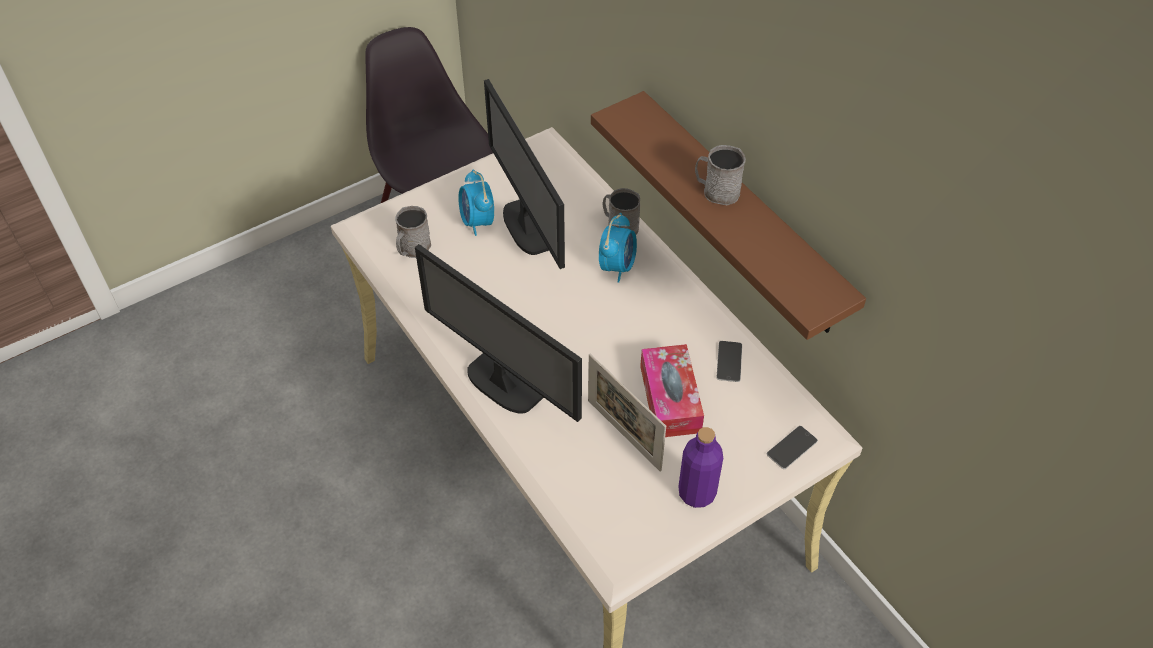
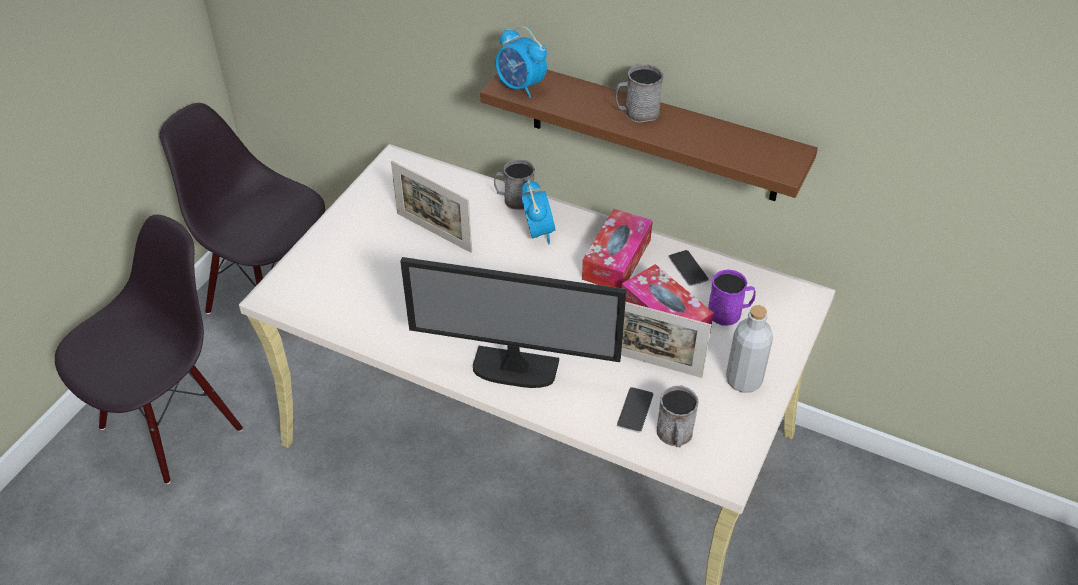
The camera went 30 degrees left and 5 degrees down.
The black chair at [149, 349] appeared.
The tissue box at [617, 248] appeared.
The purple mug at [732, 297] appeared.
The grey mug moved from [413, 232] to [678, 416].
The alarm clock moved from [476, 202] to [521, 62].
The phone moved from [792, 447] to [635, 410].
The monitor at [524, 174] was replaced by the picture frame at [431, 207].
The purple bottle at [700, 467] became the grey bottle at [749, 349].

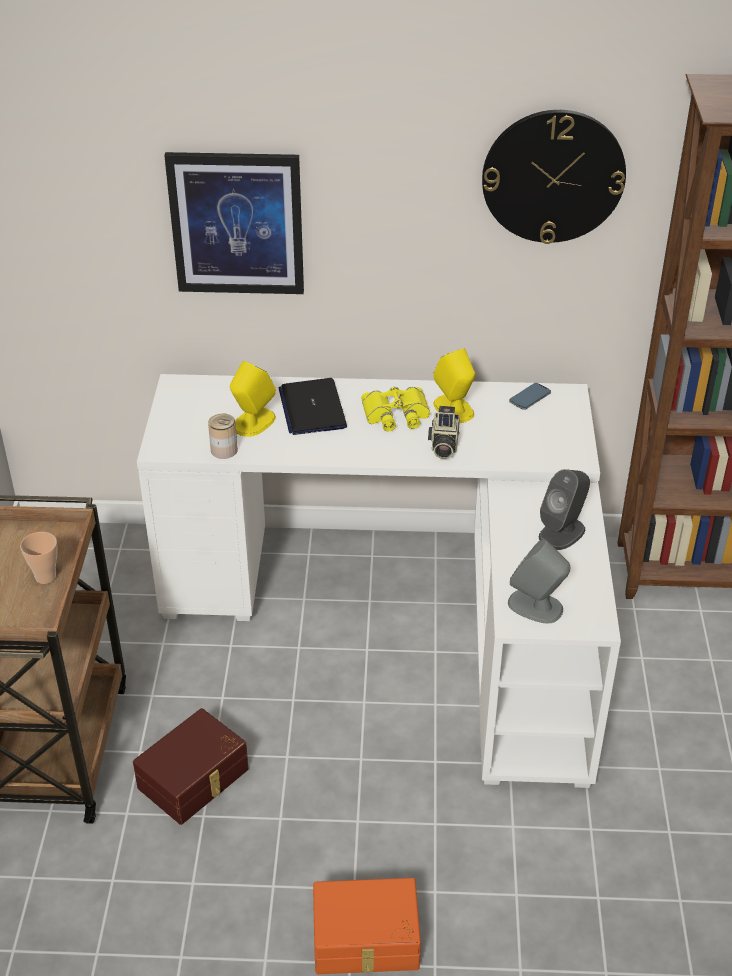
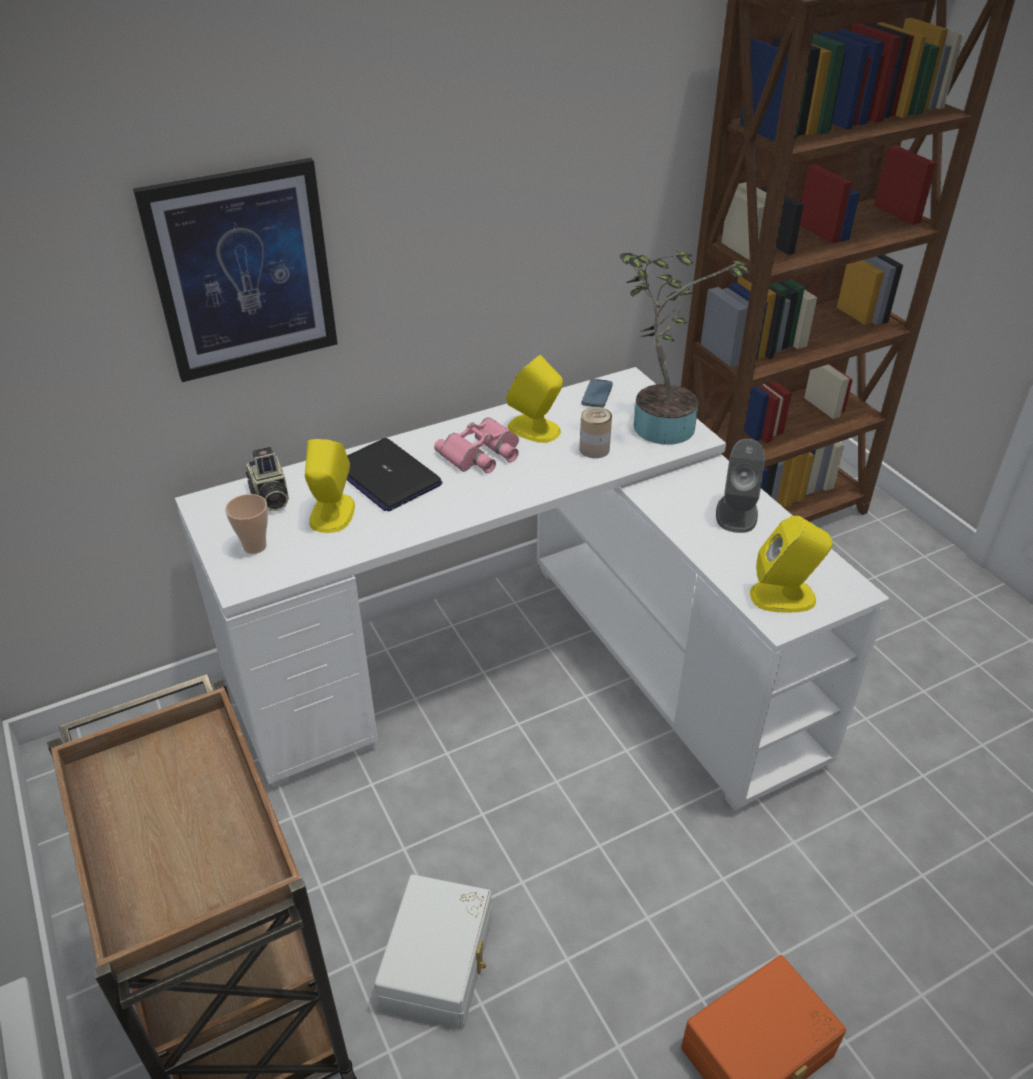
The camera went 30 degrees left and 0 degrees up.
The wall clock at [554, 177] disappeared.
The potted plant at [685, 347] appeared.
The cup moved from [39, 558] to [246, 524].
The can moved from [223, 436] to [595, 432].
The photo camera moved from [444, 432] to [267, 479].
The brown storage box at [191, 766] became the white storage box at [433, 952].
The yellow binoculars at [395, 409] became the pink binoculars at [476, 445].
The grey speaker at [539, 582] became the yellow speaker at [791, 563].

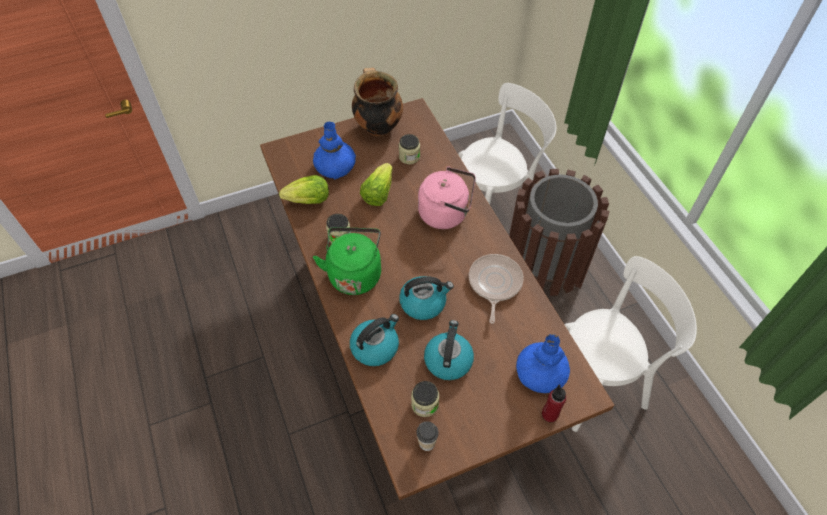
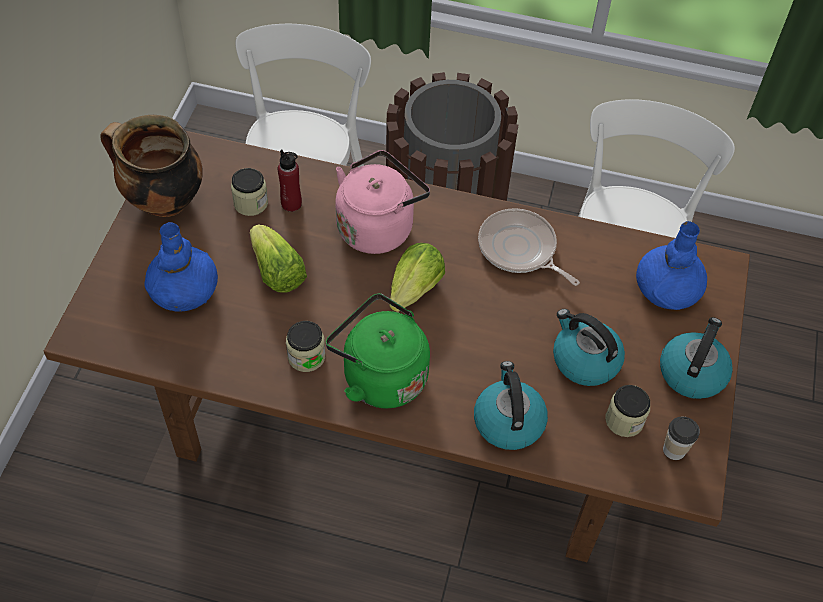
The camera went 55 degrees left and 0 degrees up.
The lettuce moved from [304, 189] to [417, 277].
The kettle moved from [426, 298] to [696, 358].
The red bottle moved from [554, 403] to [290, 180].

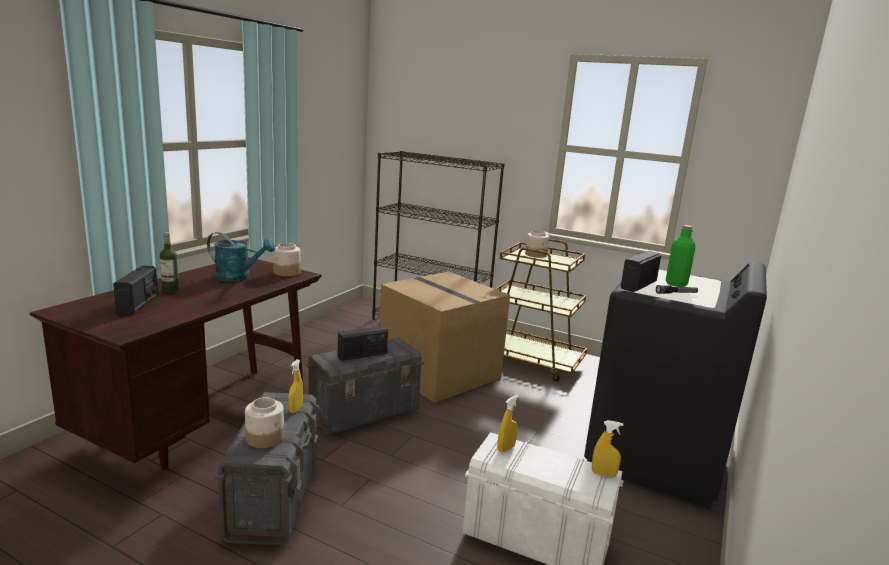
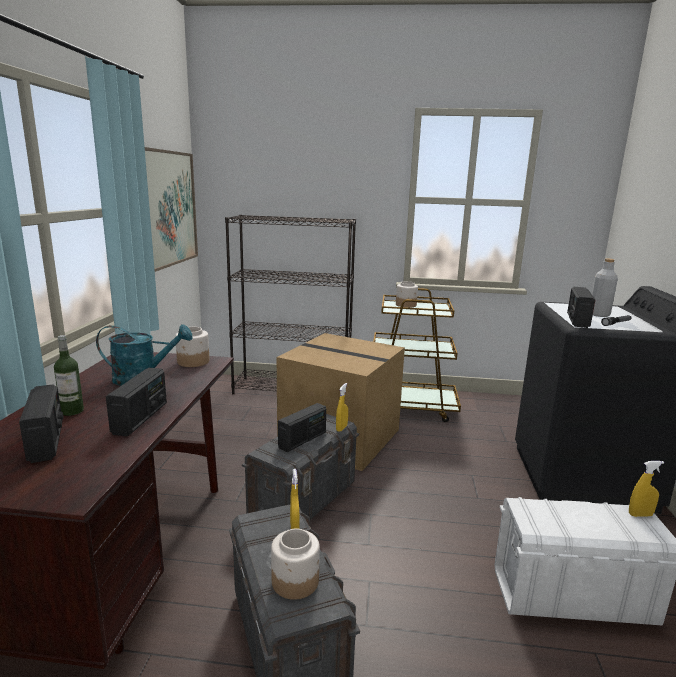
The camera went 20 degrees left and 0 degrees up.
The radio at [136, 402] appeared.
The picture at [171, 209] appeared.
The yellow spray bottle moved from [508, 424] to [342, 407].
The green bottle at [681, 256] became the grey bottle at [605, 288].

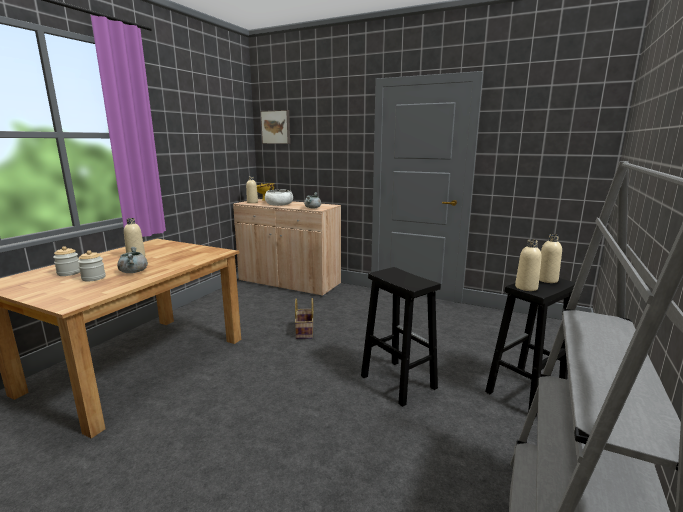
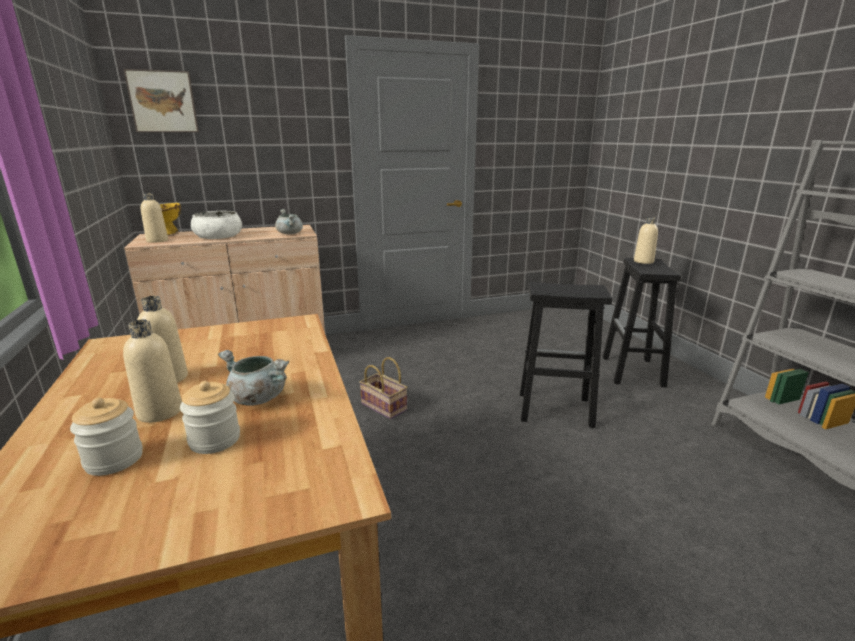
The camera went 45 degrees left and 5 degrees up.
The beige bottle moved from [528, 265] to [152, 371].

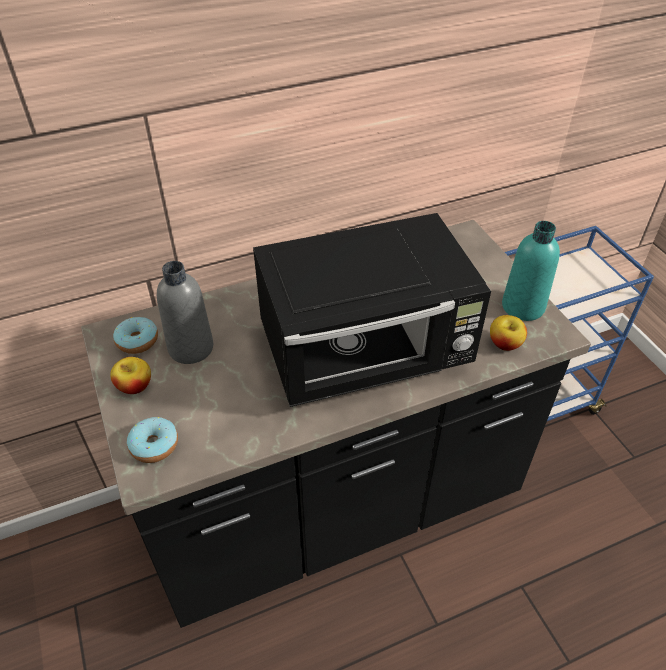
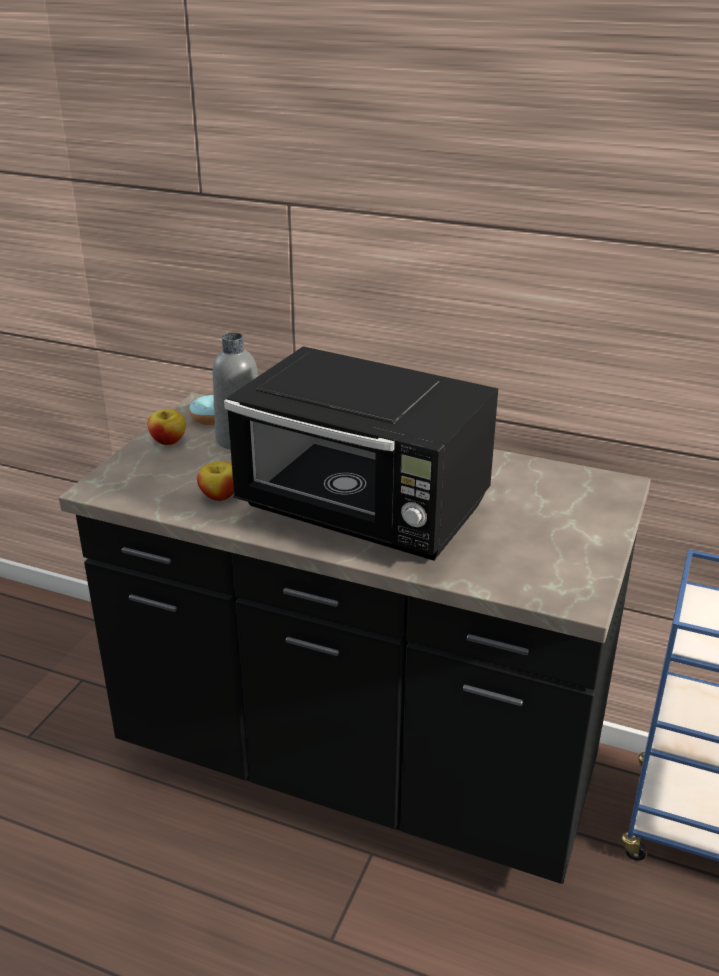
The camera went 45 degrees right and 15 degrees down.
The donut at [152, 440] disappeared.
The turquoise bottle at [531, 271] disappeared.
The apple moved from [508, 333] to [215, 481].

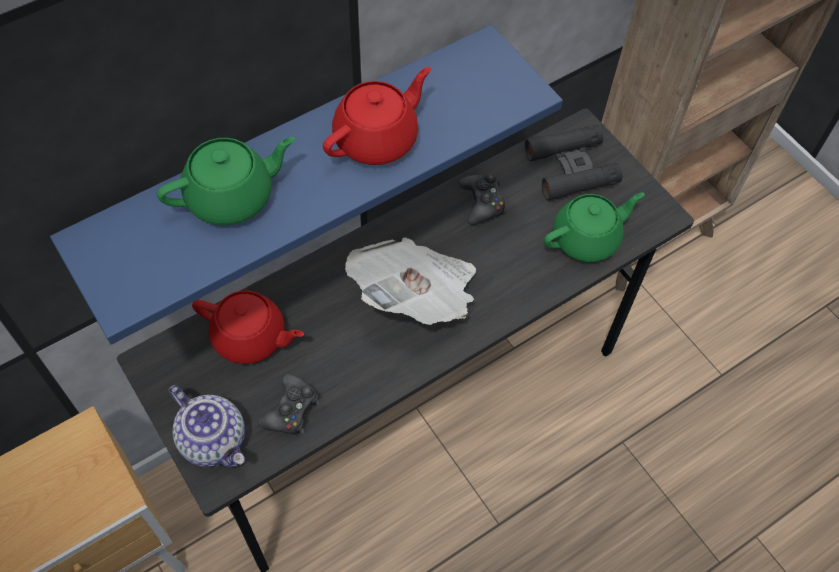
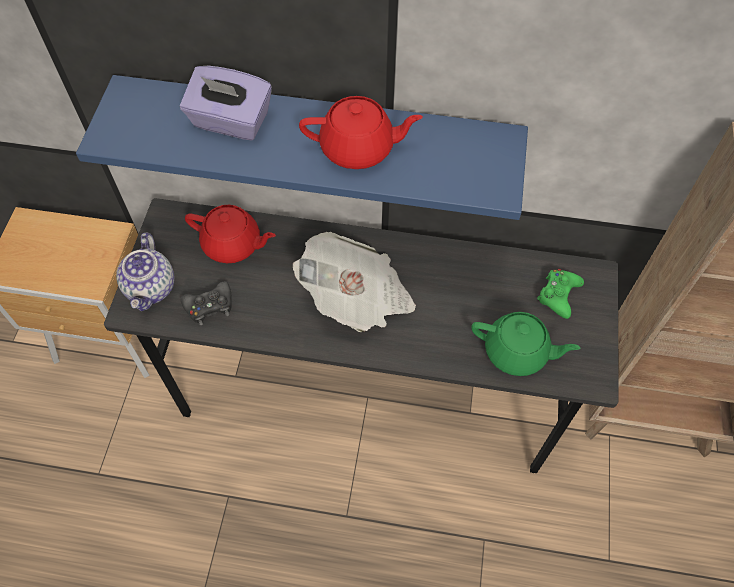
The camera went 45 degrees right and 0 degrees up.
The black game controller at [482, 199] disappeared.
The green teapot at [226, 181] was replaced by the purple tissue box at [226, 103].
The black binoculars at [573, 163] was replaced by the green game controller at [560, 294].
The red teapot at [248, 327] turned 45 degrees counterclockwise.

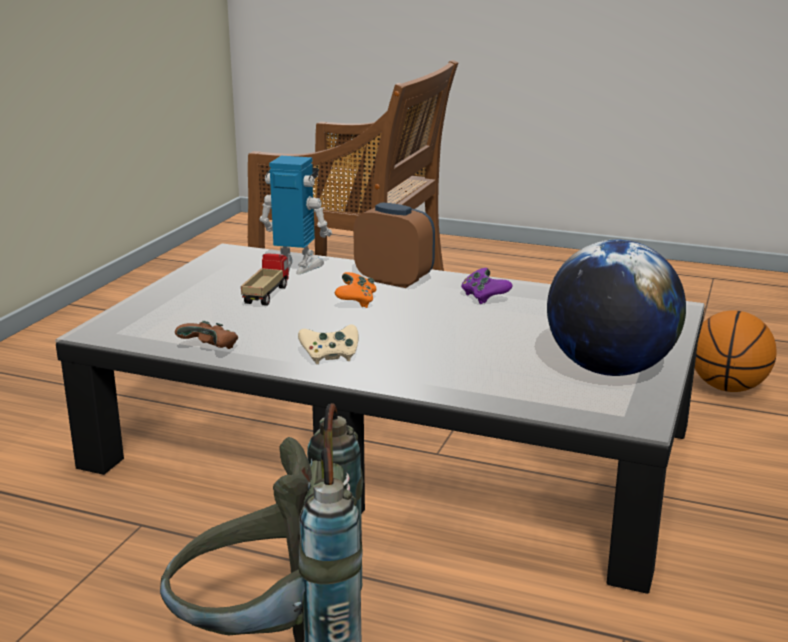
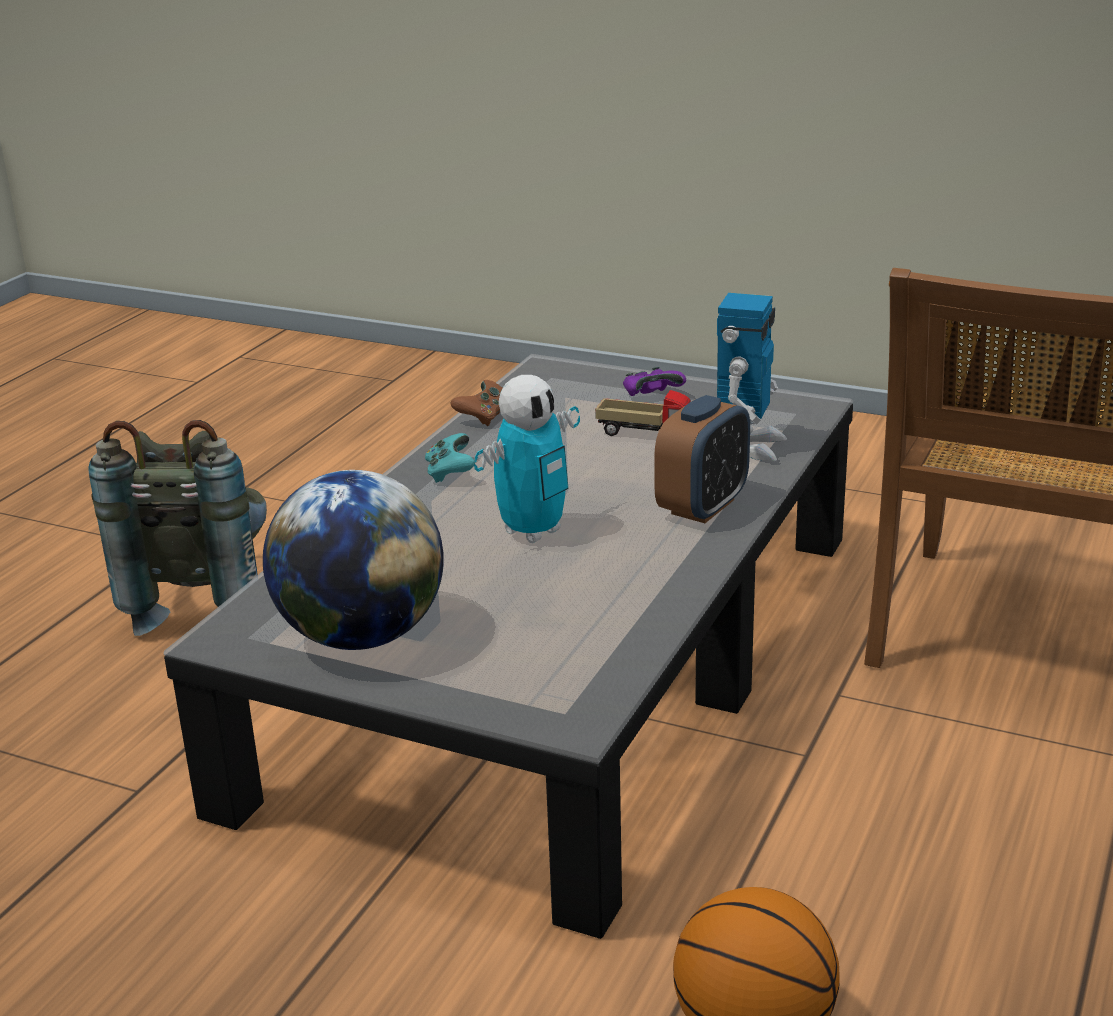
The camera went 95 degrees right and 5 degrees up.
The orange game controller at [355, 290] disappeared.
The toy robot at [527, 459] appeared.
The purple game controller moved from [487, 286] to [654, 381].
The beige game controller at [328, 344] became the turquoise game controller at [450, 458].

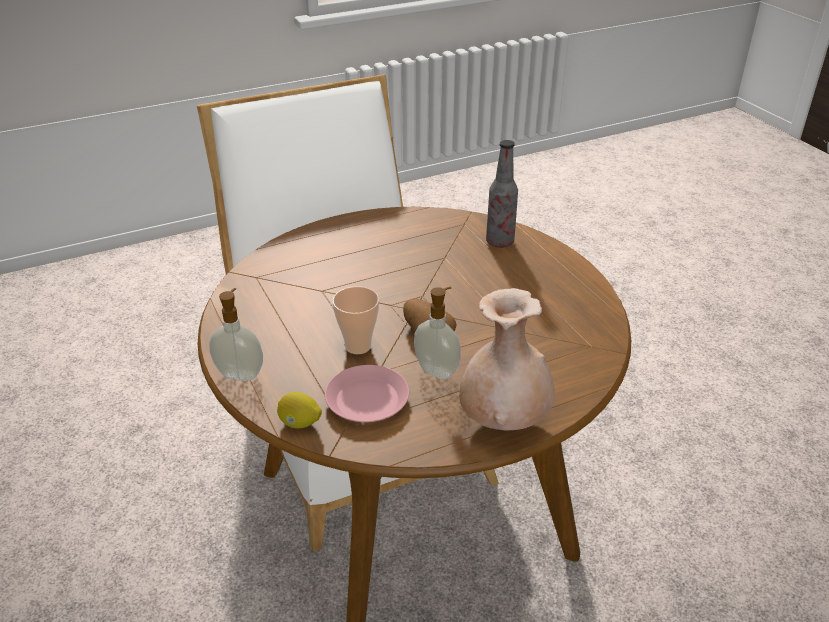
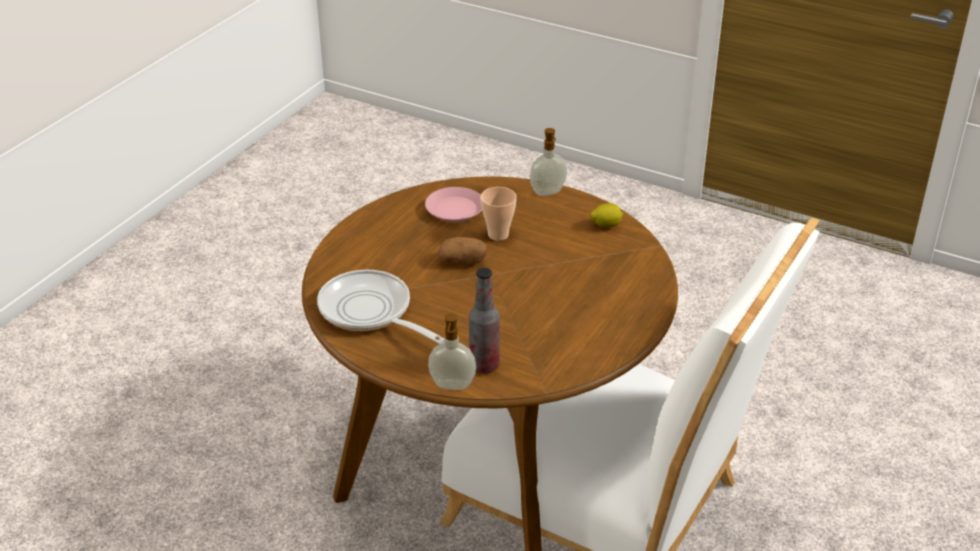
The camera went 145 degrees right and 0 degrees up.
The beige vase at [507, 359] disappeared.
The frying pan at [381, 307] appeared.
The lemon moved from [299, 410] to [607, 215].
The soap dispenser moved from [437, 333] to [452, 351].

